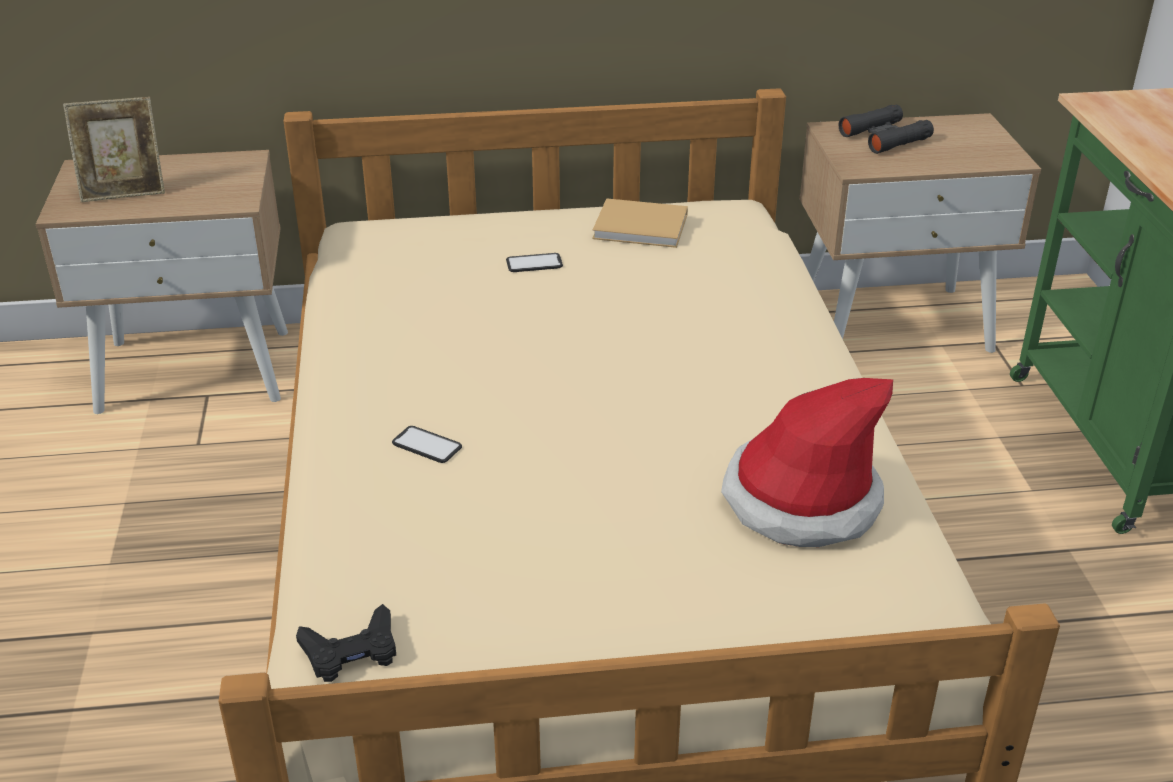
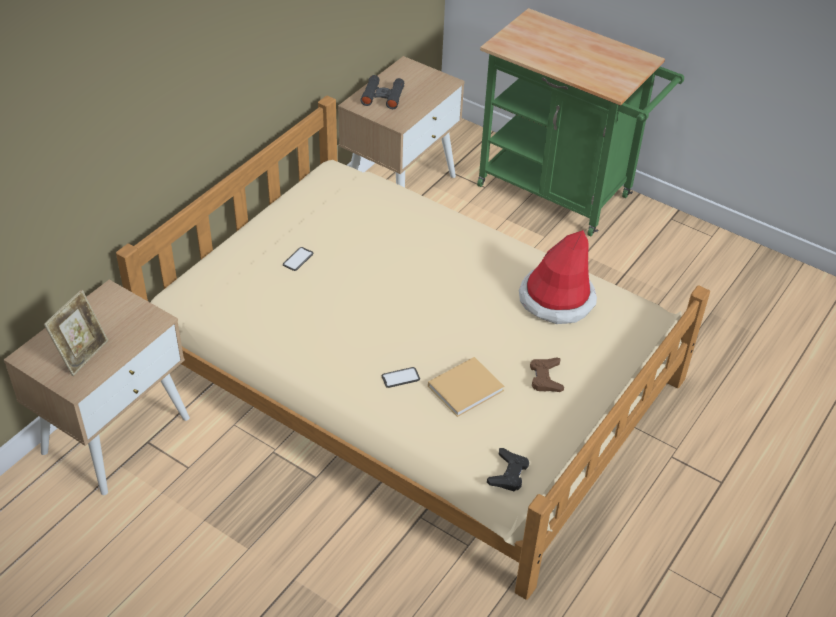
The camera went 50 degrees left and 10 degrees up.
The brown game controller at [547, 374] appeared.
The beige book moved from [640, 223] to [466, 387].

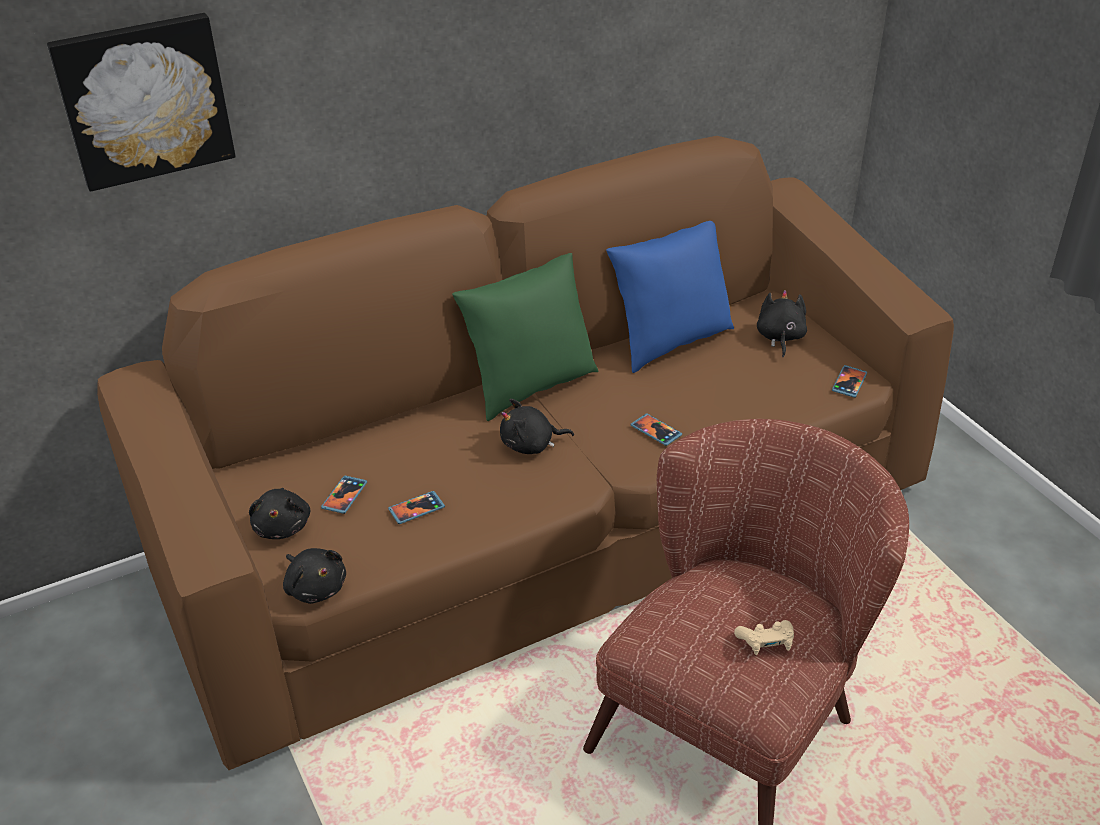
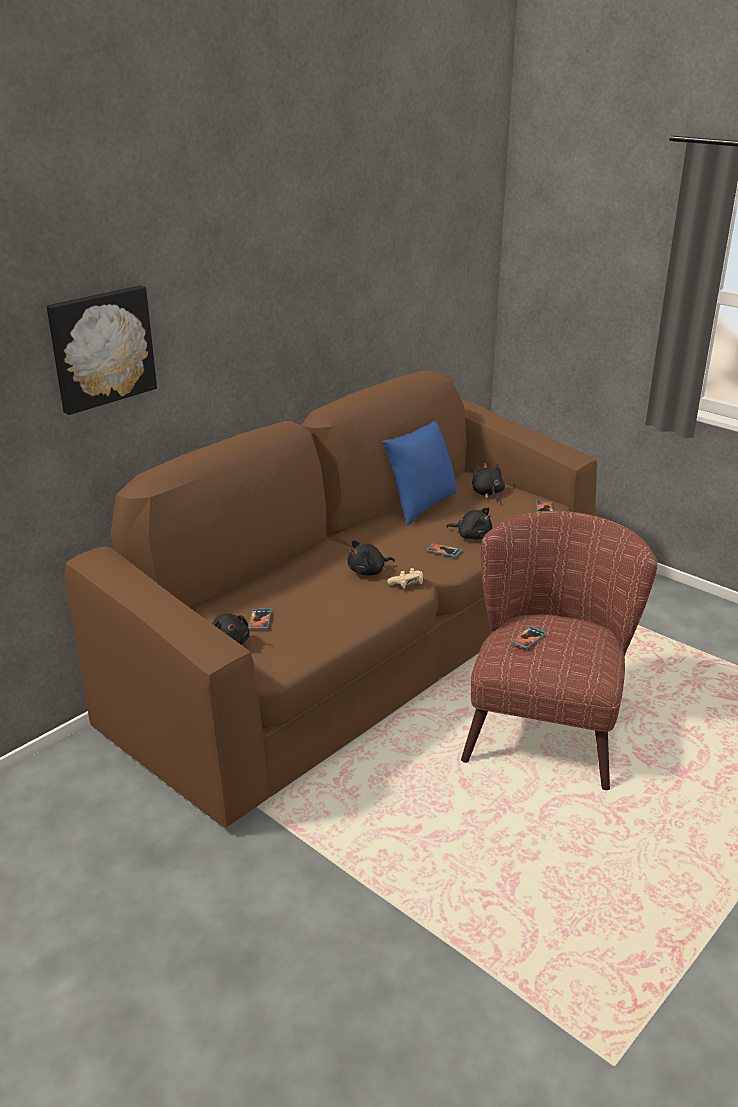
The camera went 20 degrees left and 10 degrees down.
The green pillow at [525, 337] disappeared.
The black plush toy moved from [314, 576] to [469, 523].
The phone moved from [416, 507] to [529, 637].
The beige game controller moved from [764, 637] to [405, 578].

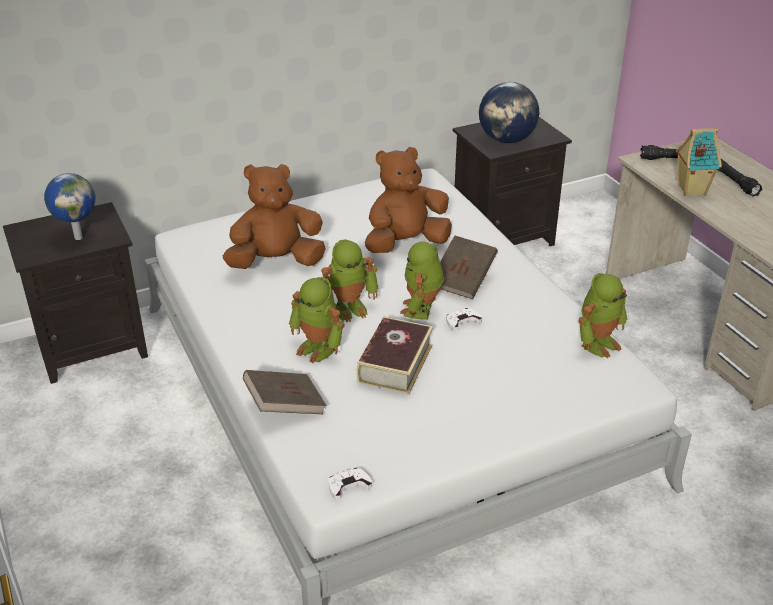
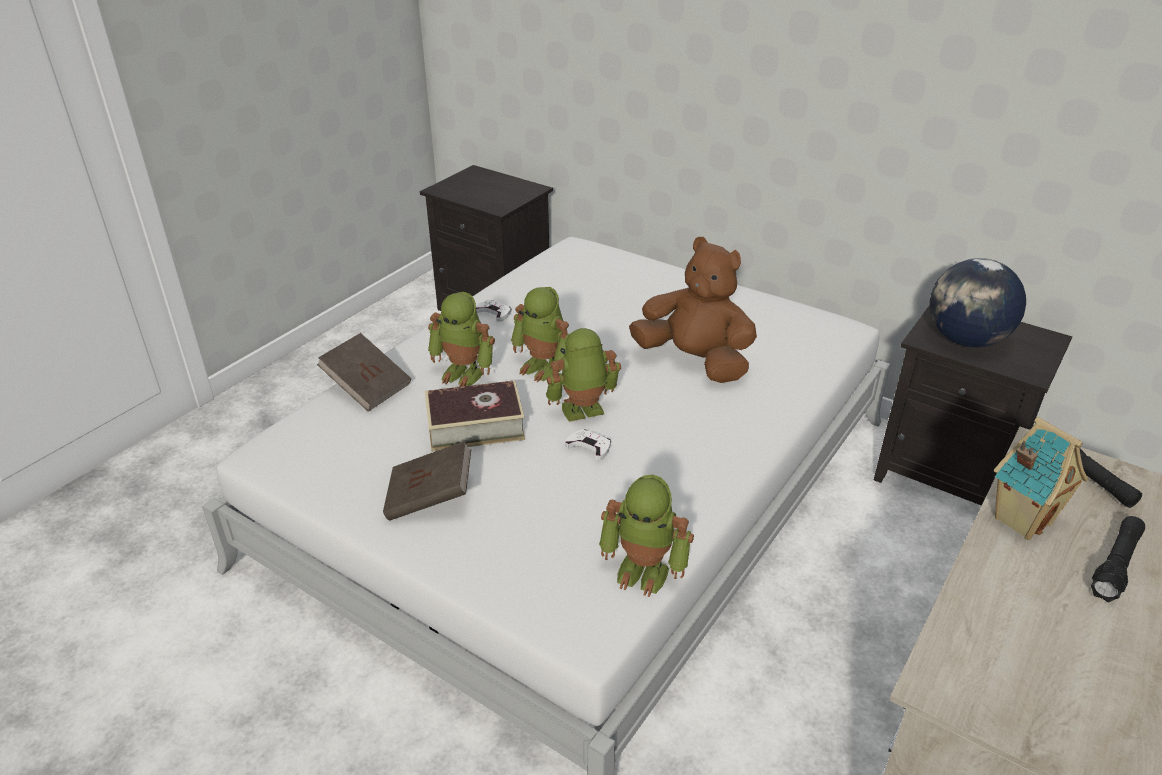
The camera went 60 degrees right and 0 degrees up.
The globe at [70, 206] disappeared.
The brown plush toy at [274, 216] disappeared.
The white game controller moved from [350, 484] to [494, 311].
The brown book moved from [469, 267] to [427, 481].
The toy robot at [317, 320] turned 75 degrees counterclockwise.

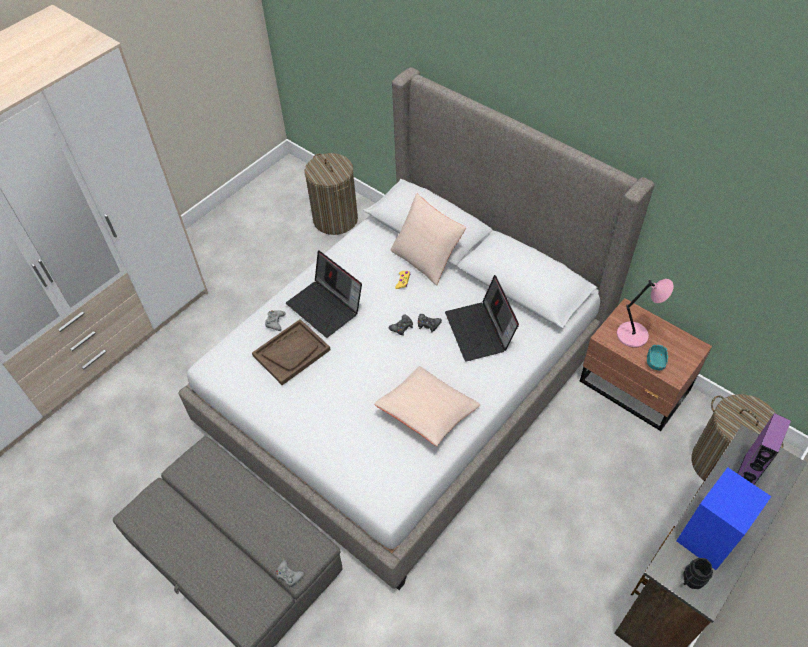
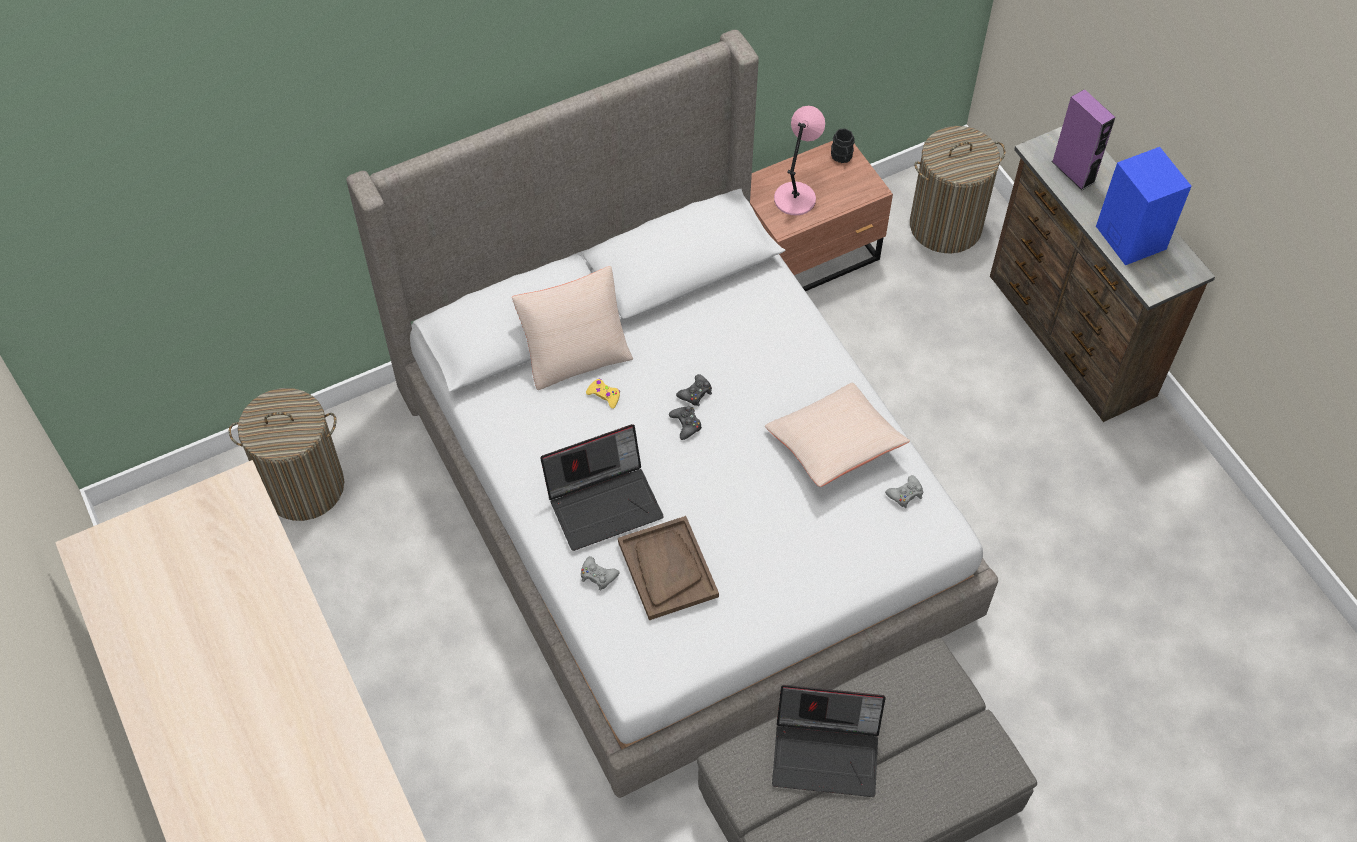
The camera went 70 degrees left and 5 degrees up.
The turquoise bowl at [657, 357] disappeared.
The grey game controller moved from [290, 574] to [904, 491].
The laptop moved from [482, 318] to [829, 741].
The black mug moved from [698, 573] to [843, 145].

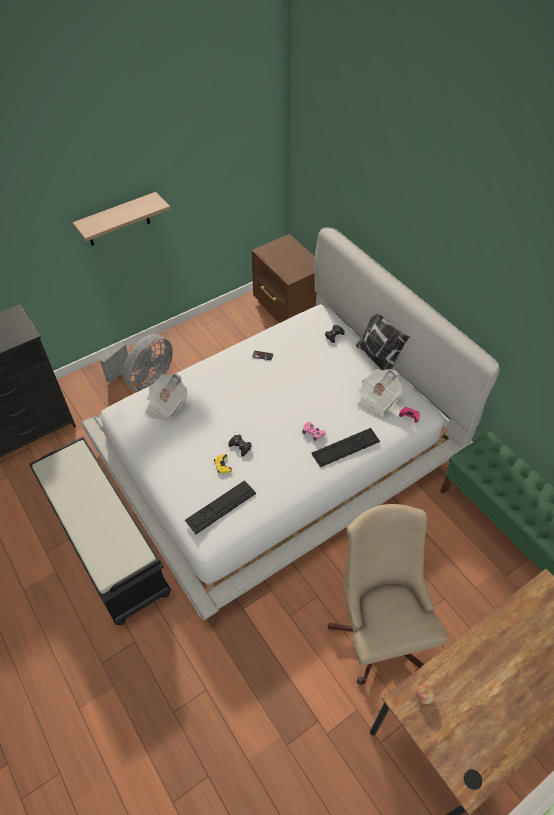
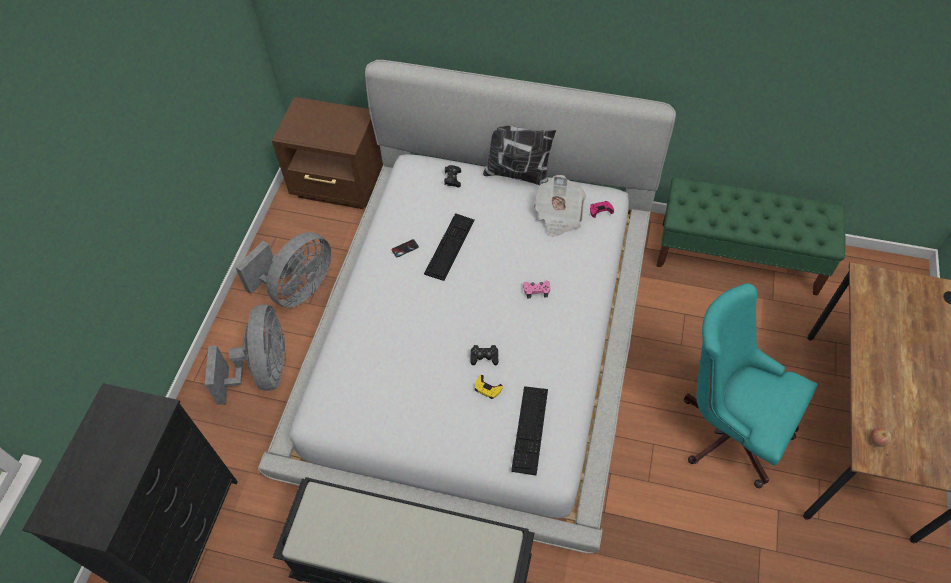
The camera went 40 degrees left and 5 degrees up.
The shelf at [121, 219] disappeared.
The newspaper at [166, 397] disappeared.
The grey fan at [283, 270] appeared.
The keyboard moved from [345, 448] to [449, 247].
The beige office chair at [387, 594] became the turquoise office chair at [751, 385].

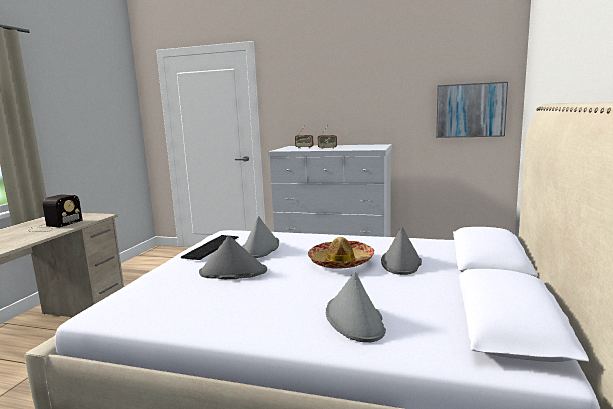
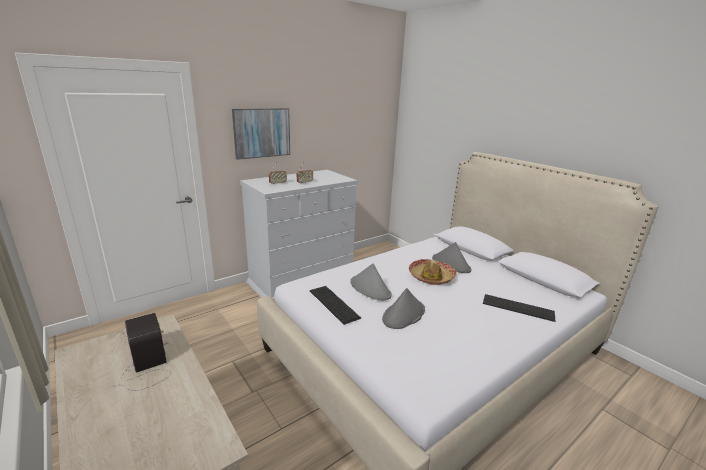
The camera went 55 degrees left and 10 degrees up.
The picture moved from [472, 110] to [261, 134].
The grey hat at [356, 307] was replaced by the keyboard at [519, 308].

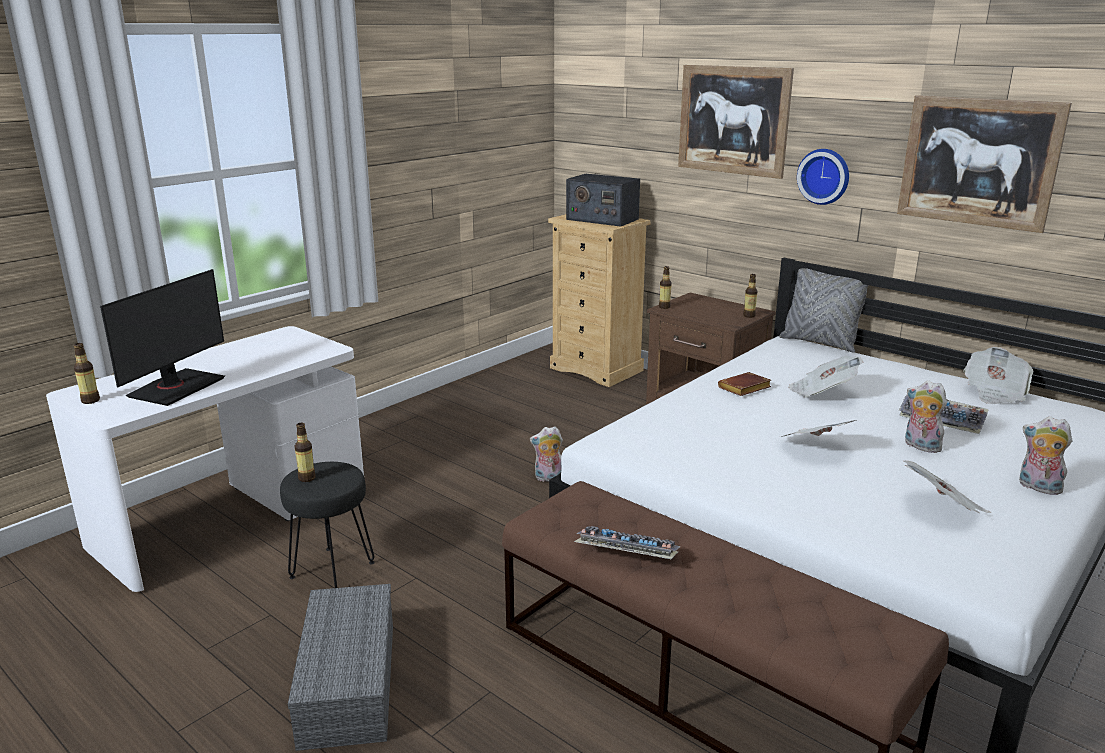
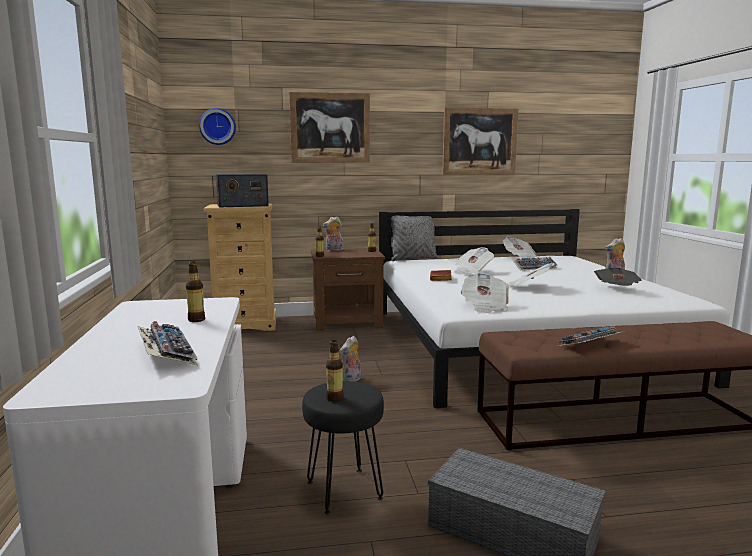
The camera went 50 degrees left and 10 degrees down.
The newspaper at [484, 293] appeared.
The bottle moved from [87, 373] to [195, 291].
The wall clock moved from [823, 177] to [217, 126].
The plush toy moved from [926, 416] to [333, 234].
The monitor at [162, 337] was replaced by the keyboard at [168, 343].

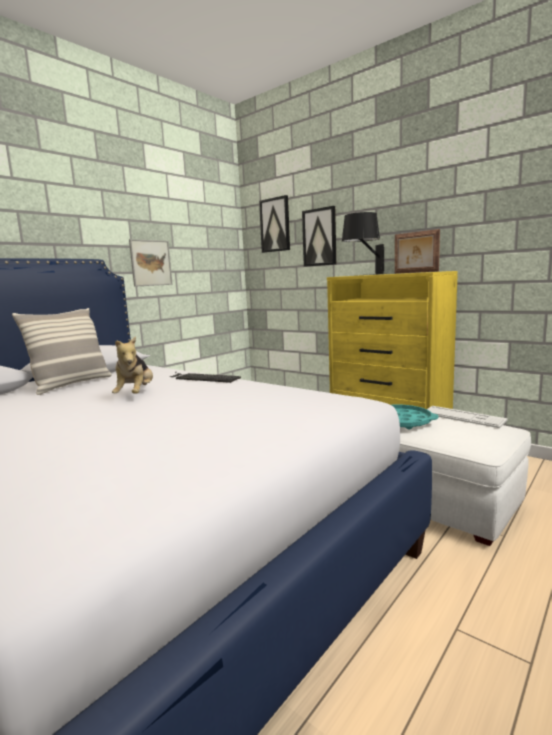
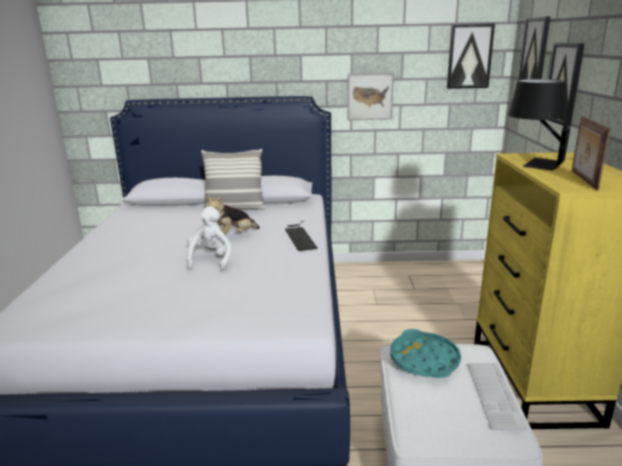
The camera went 50 degrees right and 10 degrees up.
The white plush toy at [209, 238] appeared.
The picture at [471, 56] appeared.

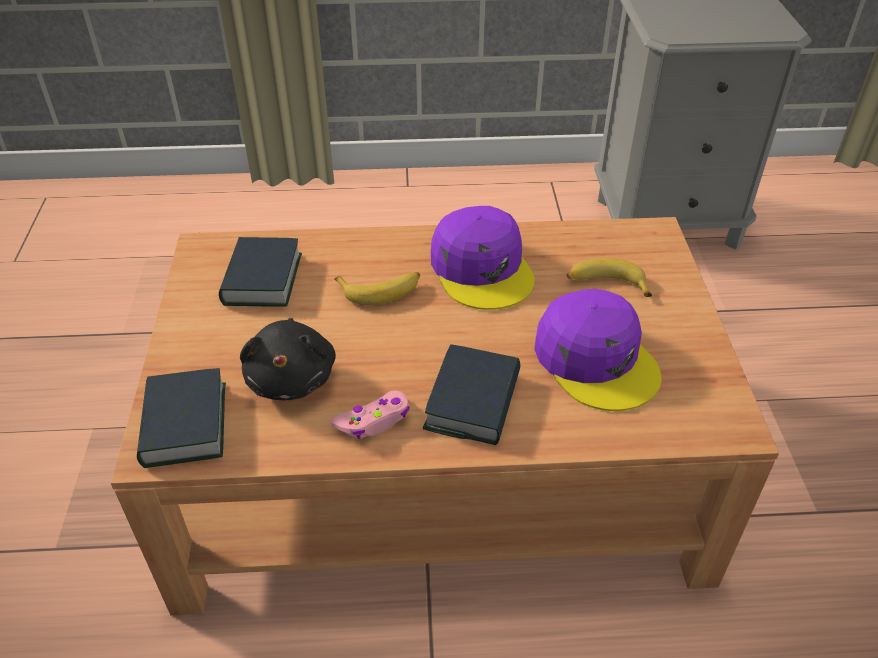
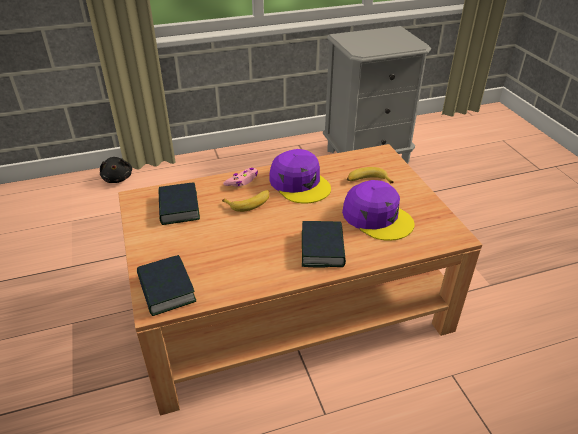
The camera went 15 degrees left and 5 degrees down.
The black plush toy moved from [288, 359] to [116, 170].
The pink game controller moved from [370, 414] to [240, 177].

